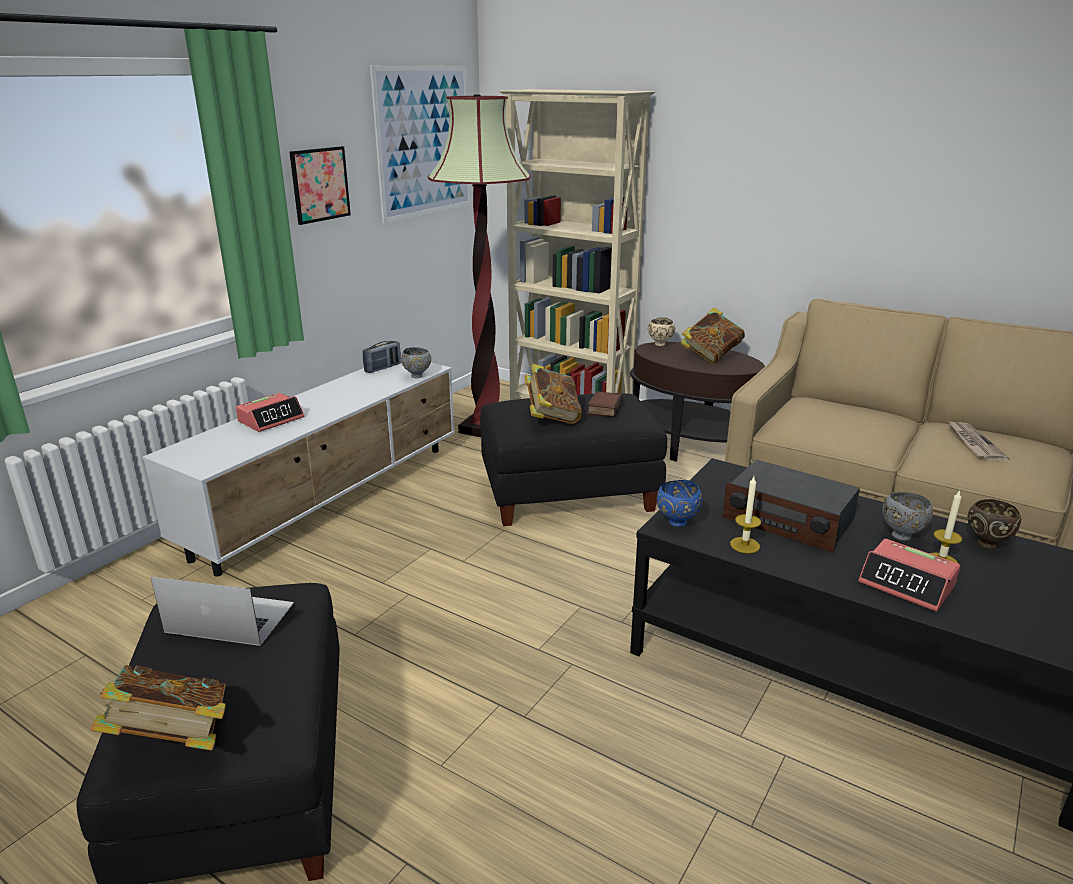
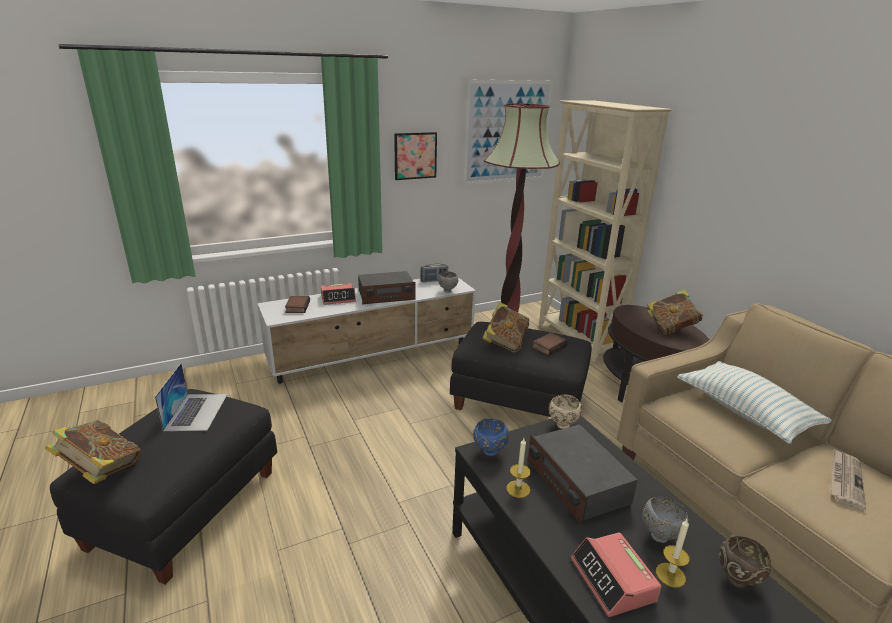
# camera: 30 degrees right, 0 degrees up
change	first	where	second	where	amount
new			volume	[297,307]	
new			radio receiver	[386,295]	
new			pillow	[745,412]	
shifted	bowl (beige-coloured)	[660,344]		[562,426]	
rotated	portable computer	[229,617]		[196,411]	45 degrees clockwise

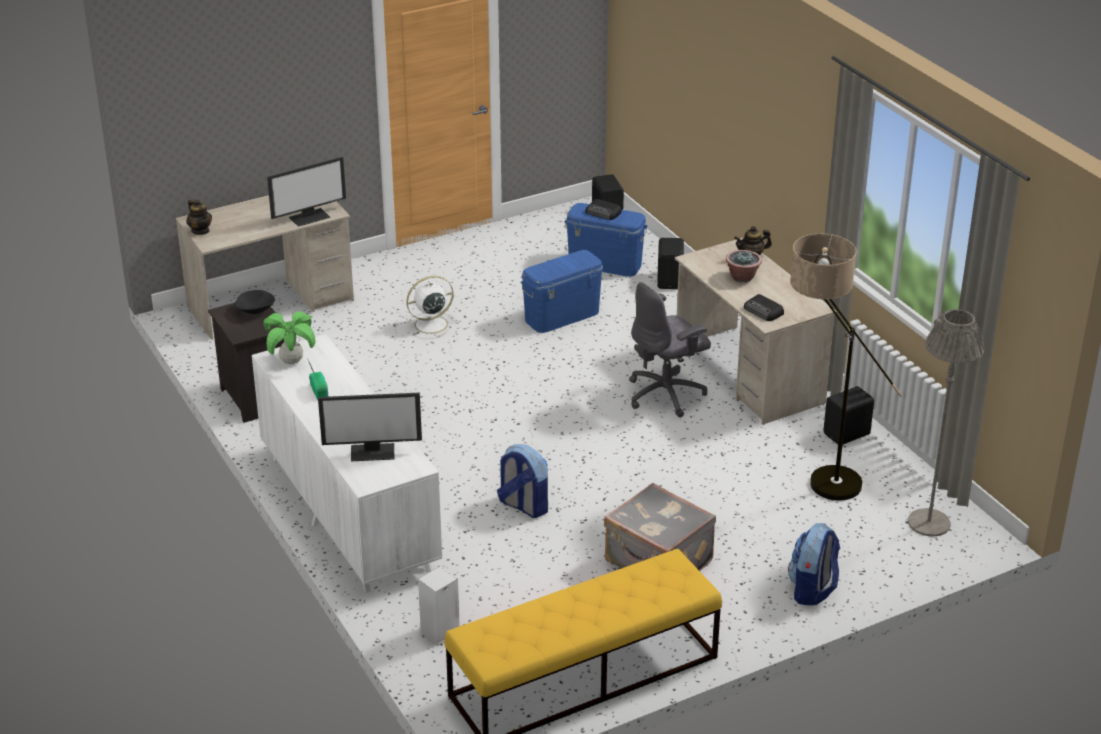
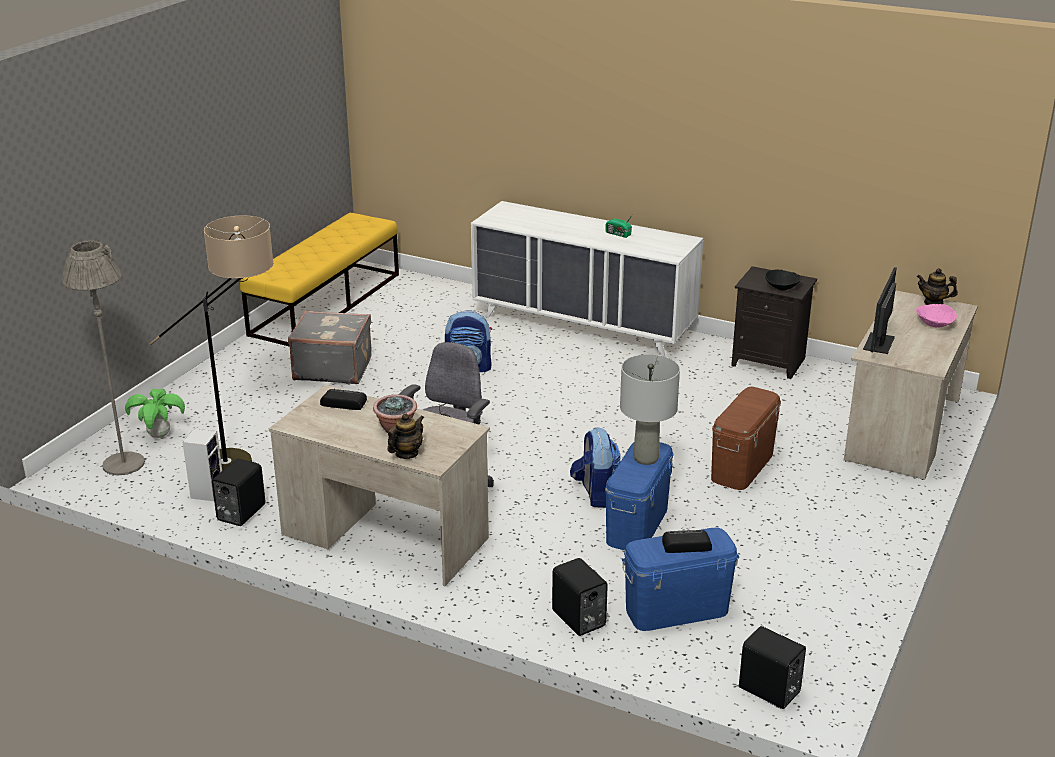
# camera: 145 degrees right, 5 degrees down
change	first	where	second	where	amount
gone	computer display	[373,451]			
new			lamp for a table (grey)	[646,458]	
new			bowl (pink-coloured)	[934,324]	
shifted	potted plant	[291,361]		[159,435]	
shifted	loudspeaker	[439,633]		[207,491]	
shifted	knapsack	[812,590]		[596,494]	
swapped	electric fan (whitish)	[429,325]	storage container (brownish)	[742,466]	

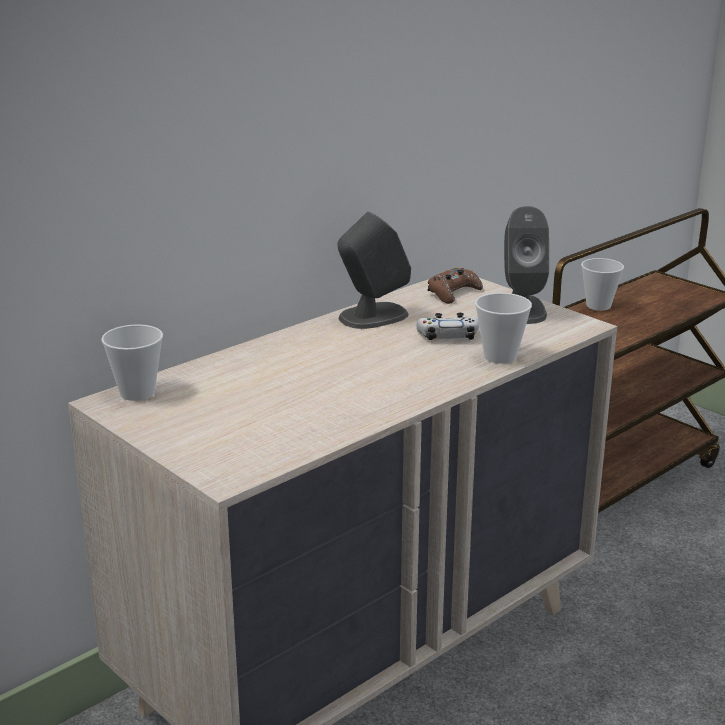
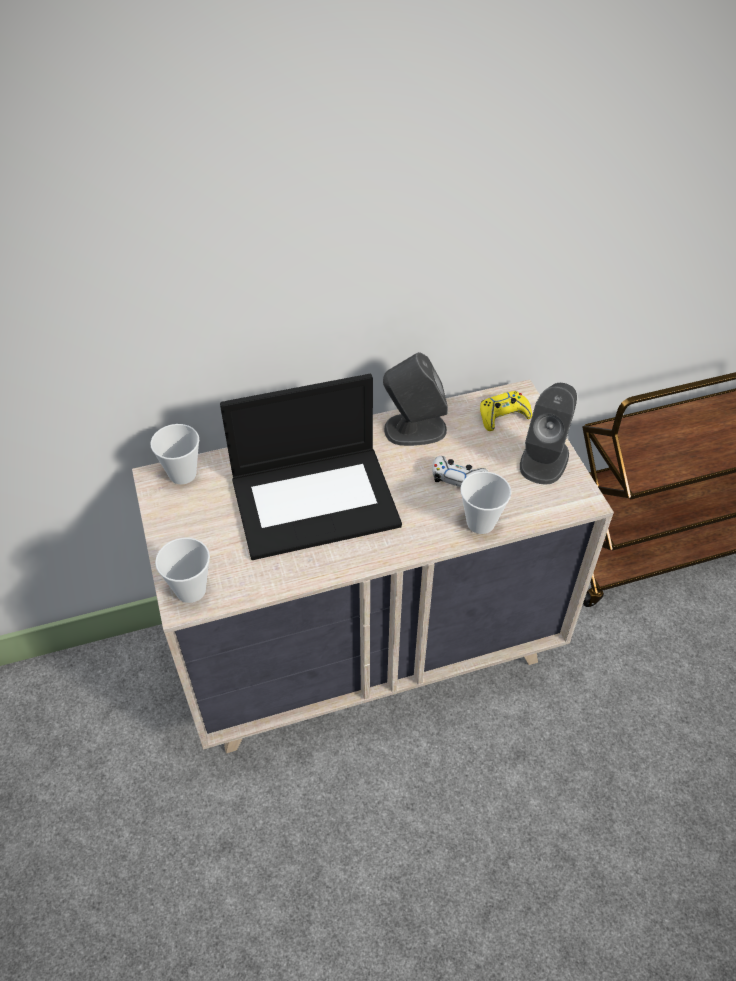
# camera: 25 degrees right, 25 degrees up
change	first	where	second	where	amount
new			portable computer	[316,500]	
shifted	small cup	[598,306]		[191,590]	
repainted	joypad (brownish)	[453,293]	joypad (yellowish)	[503,415]	

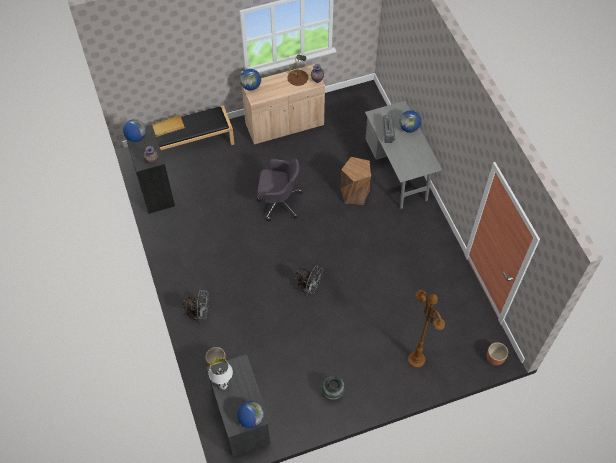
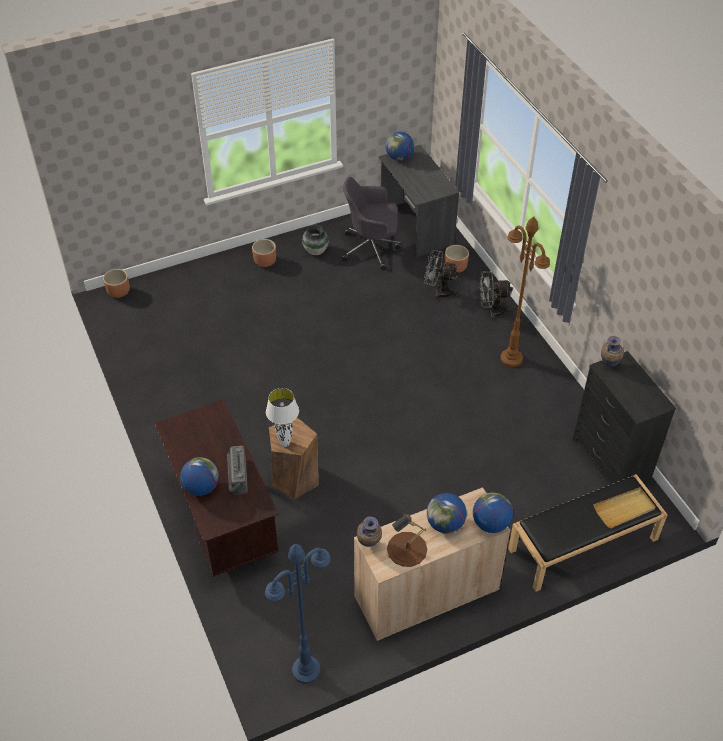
# camera: 175 degrees right, 10 degrees down
change	first	where	second	where	amount
new			plant pot (brownish)	[265,261]	
new			standing lamp (blue-coloured)	[306,671]	
shifted	desk globe	[136,137]		[445,524]	
shifted	lamp for a table (whitish)	[223,386]		[285,444]	
shifted	office chair (grey)	[278,202]		[371,248]	
shifted	electric fan (grey)	[309,288]		[439,291]	
shifted	standing lamp (brownish)	[416,360]		[511,358]	
repainted	desk (grey)	[398,172]	desk (brownish)	[222,519]	

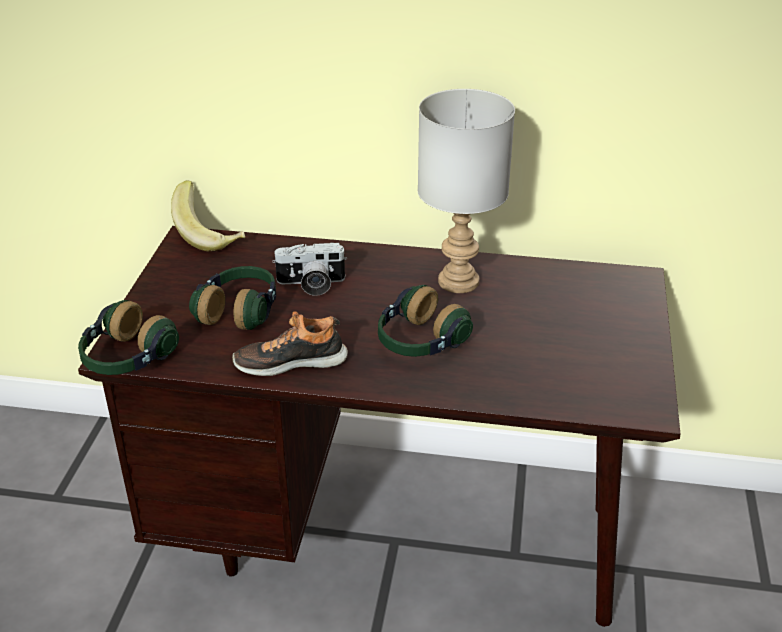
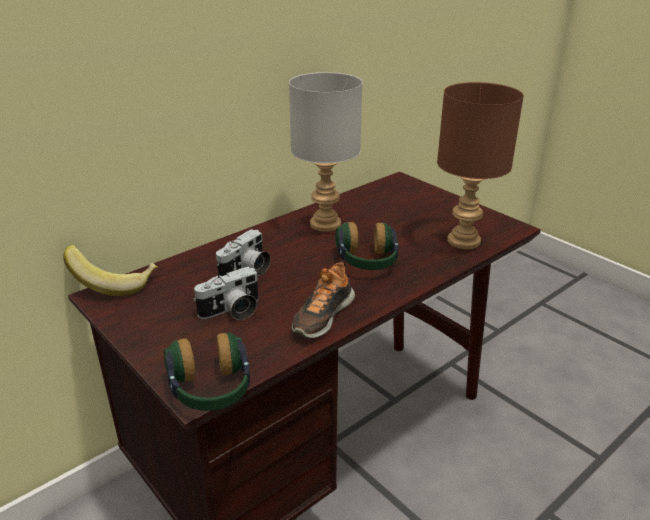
# camera: 50 degrees left, 5 degrees down
change	first	where	second	where	amount
new			lamp for a table (brownish)	[465,241]	
swapped	headphones	[240,311]	photo camera	[232,311]	

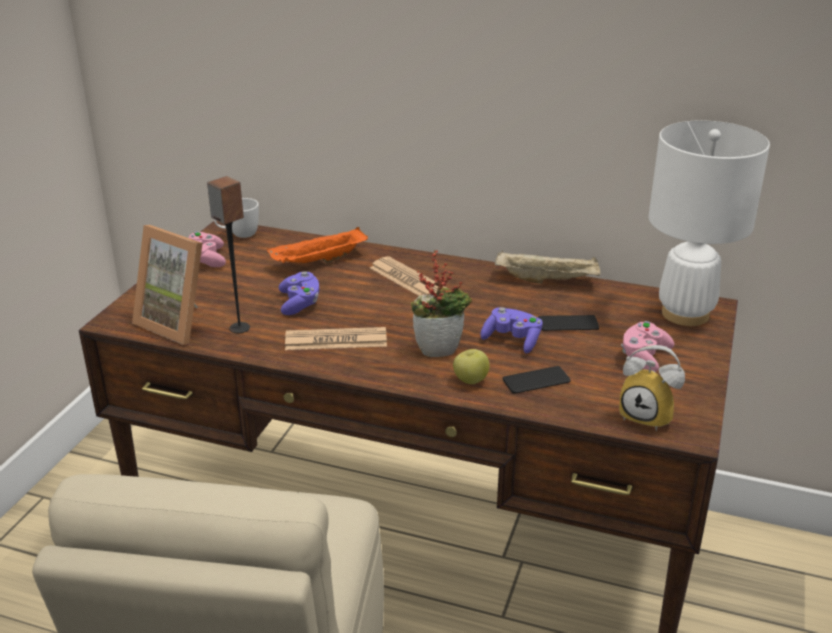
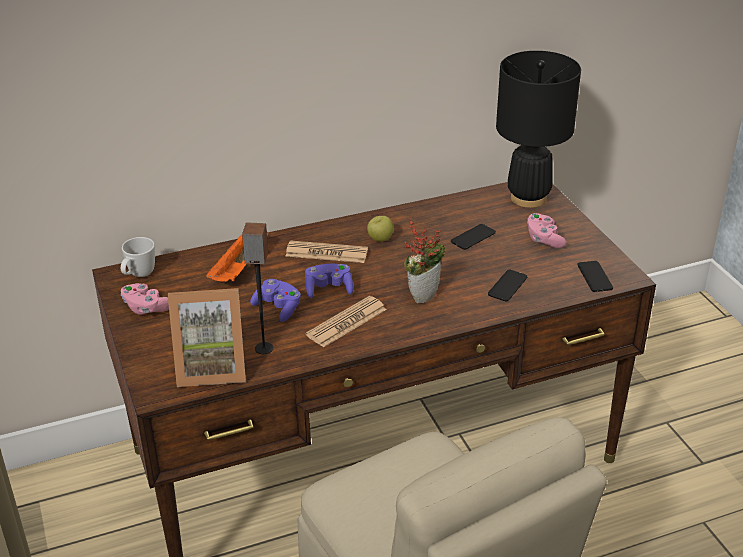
# camera: 40 degrees left, 5 degrees up
change	first	where	second	where	amount
gone	carrying tray (beige-coloured)	[548,280]			
shifted	apple fruit	[470,380]		[380,239]	
shifted	joypad (purple-coloured)	[512,340]		[329,289]	
swapped	alarm clock	[649,416]	telephone	[594,277]	
repainted	lamp for a table (whitish)	[685,314]	lamp for a table (black-coloured)	[528,198]	

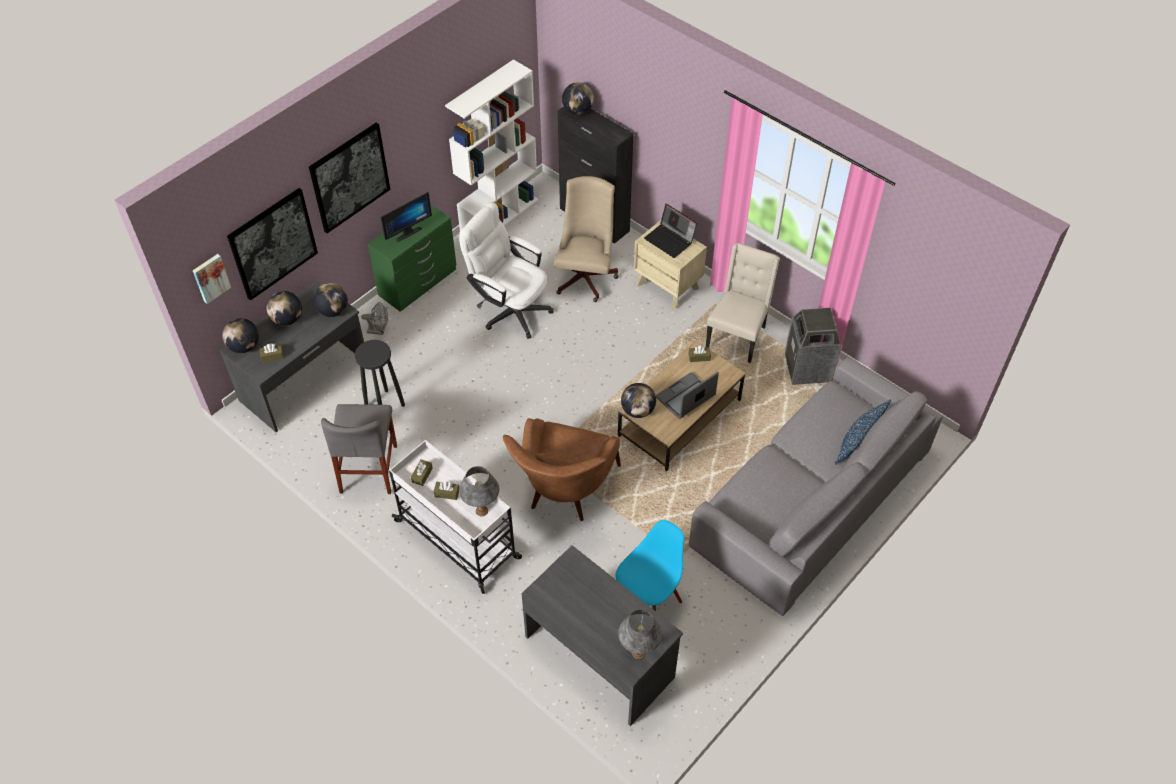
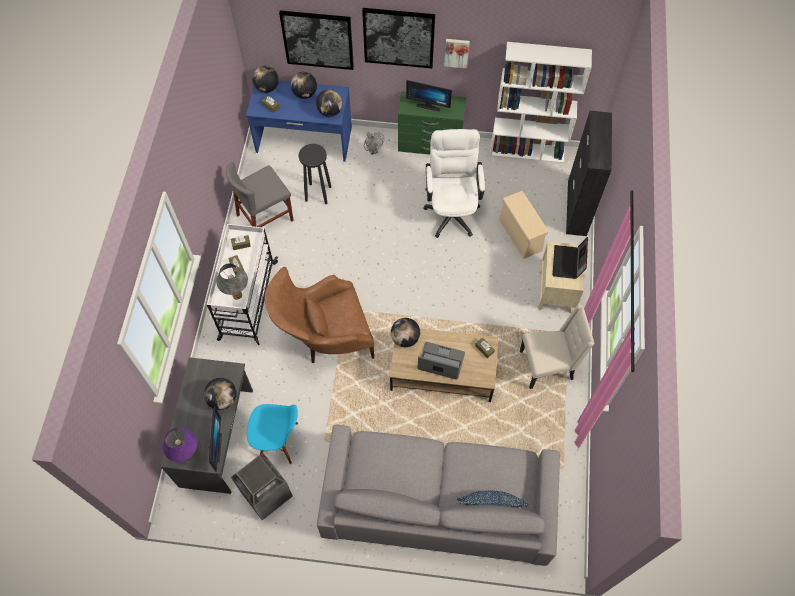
# camera: 55 degrees right, 10 degrees up
change	first	where	second	where	amount
new			computer display	[214,447]	
shifted	picture	[210,278]		[456,52]	
shifted	desk globe	[578,111]		[223,399]	
shifted	trash can	[808,369]		[266,494]	
swapped	office chair (beige-coloured)	[586,275]	storage container (beige-coloured)	[521,235]	
repainted	desk (grey)	[305,381]	desk (blue-coloured)	[304,140]	
repainted	lamp for a table (grey)	[638,652]	lamp for a table (purple-coloured)	[187,454]	

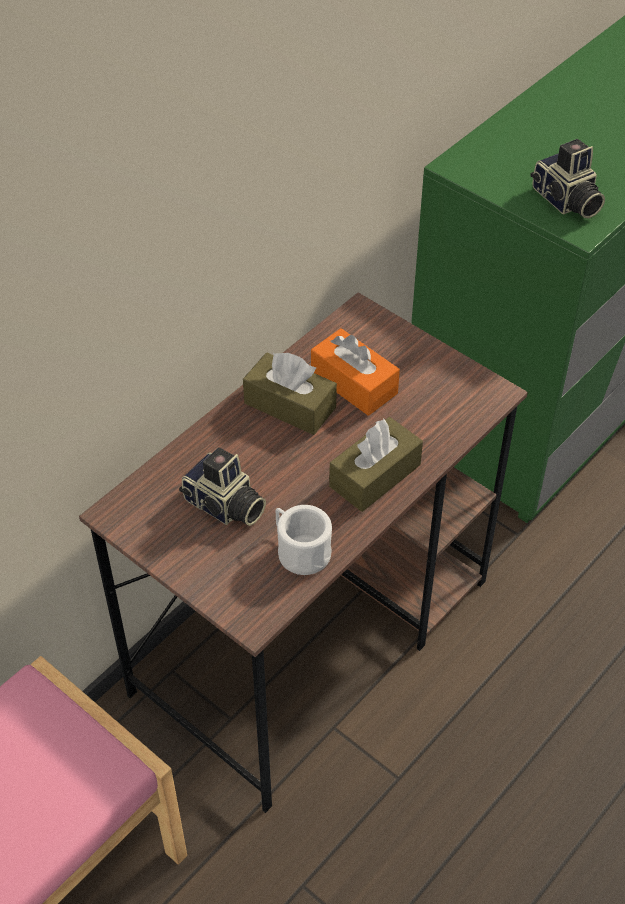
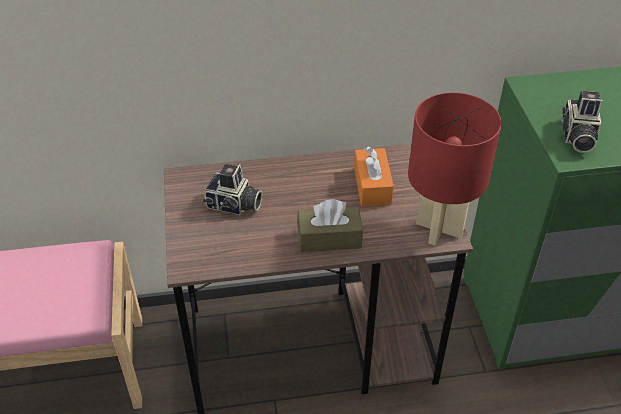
# camera: 40 degrees right, 5 degrees down
change	first	where	second	where	amount
gone	box of tissues (brownish)	[290,405]			
gone	tea mug (whitish)	[300,550]			
new			lamp for a table (reddish)	[439,228]	
rotated	photo camera	[224,506]		[234,205]	60 degrees counterclockwise

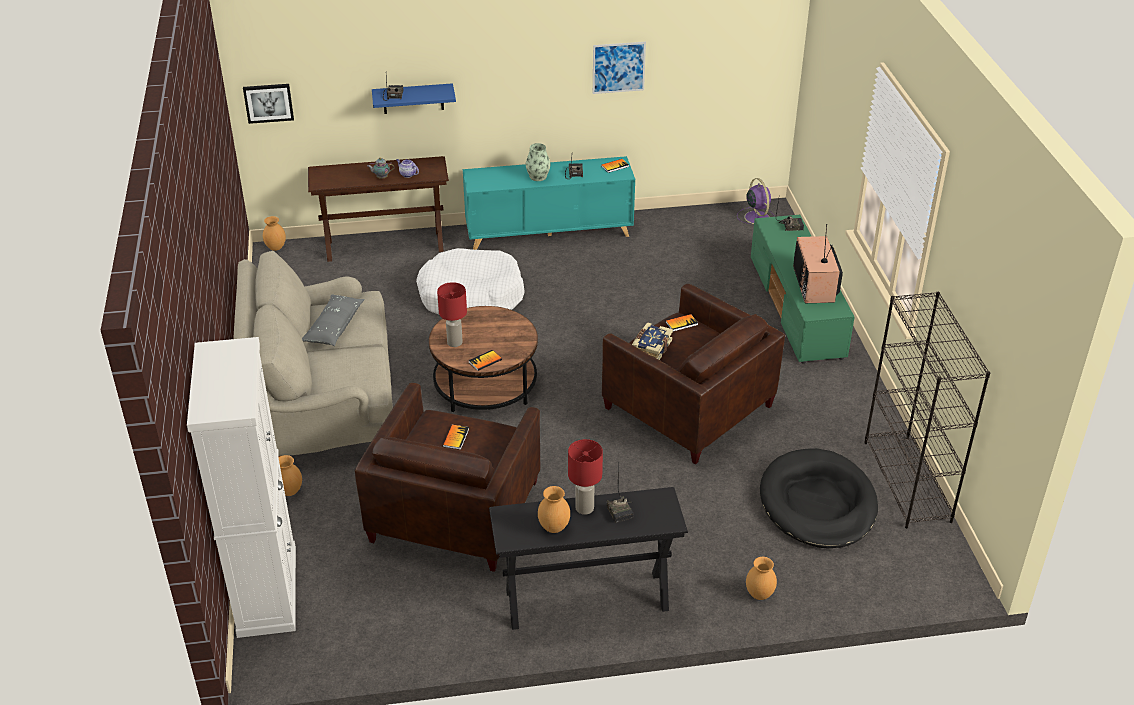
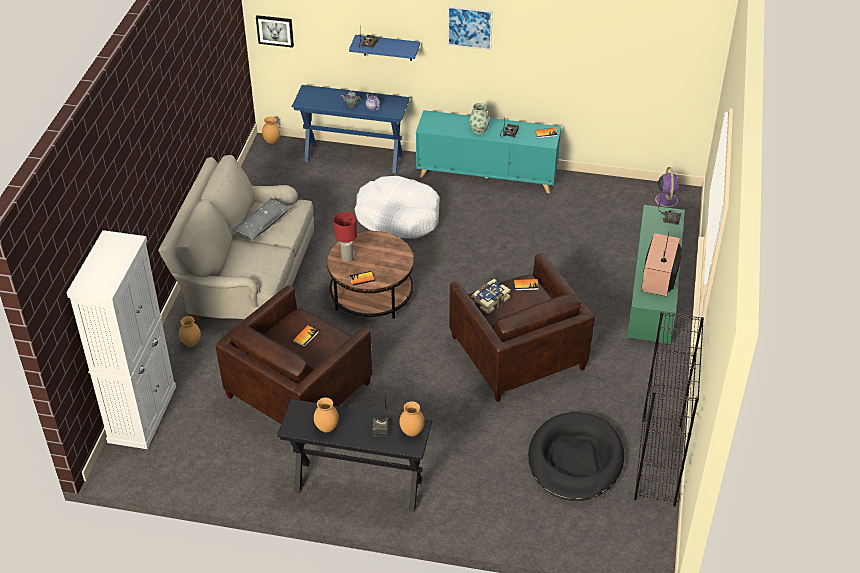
# camera: 20 degrees right, 5 degrees up
change	first	where	second	where	amount
gone	lamp for a table (reddish)	[584,508]			
shifted	picture	[618,67]		[469,28]	
shifted	vase (brownish)	[759,594]		[411,431]	
repainted	console table (brownish)	[385,246]	console table (blue-coloured)	[353,158]	

